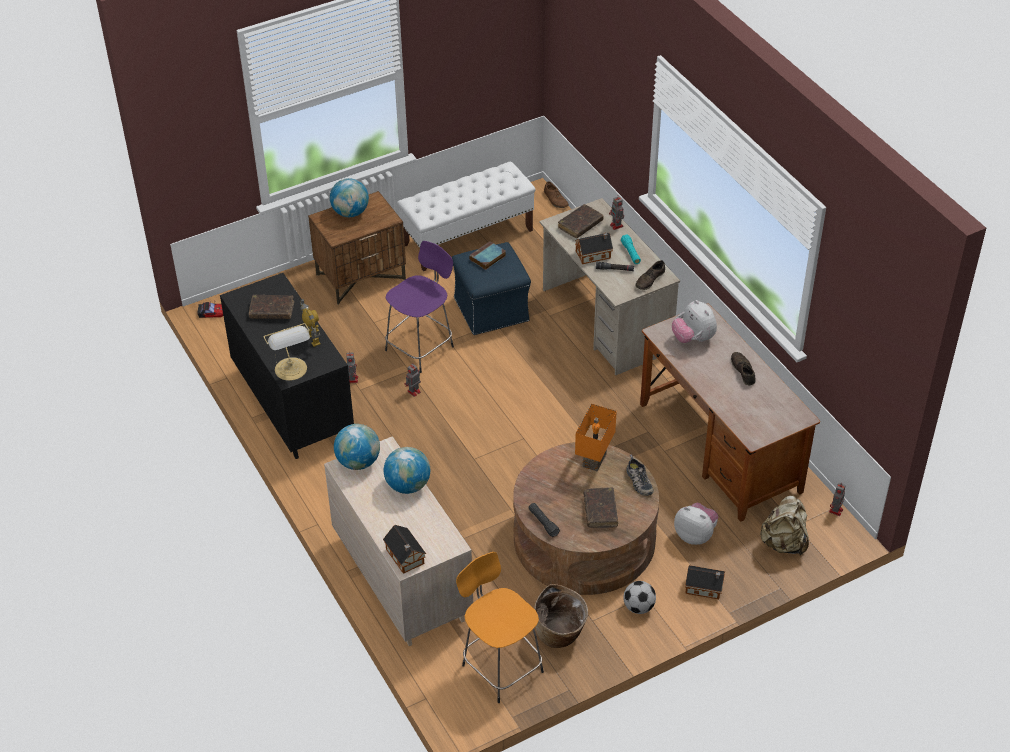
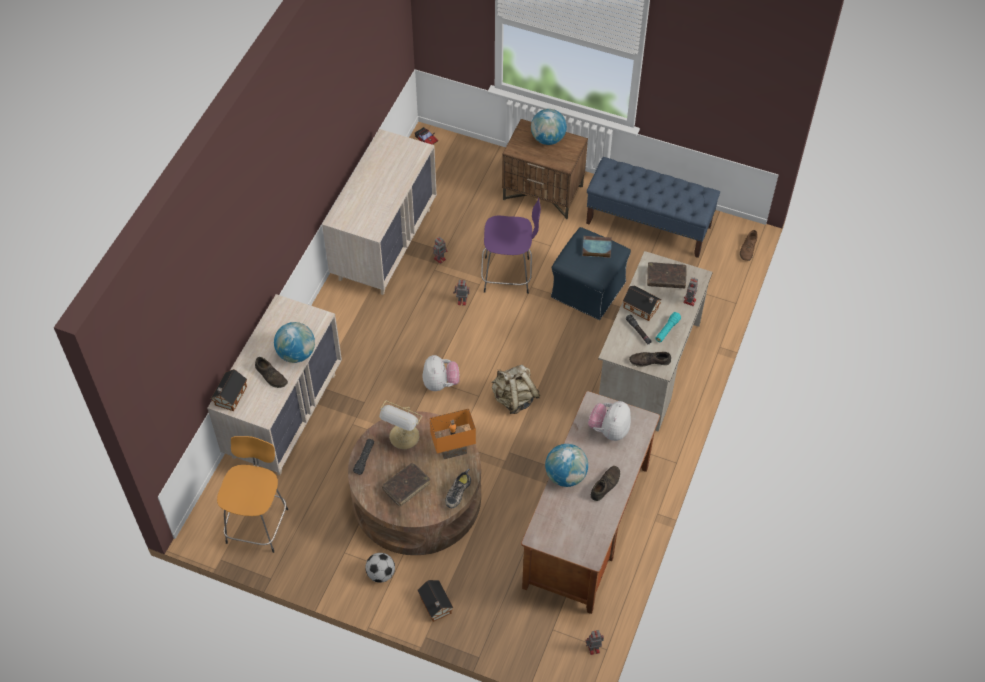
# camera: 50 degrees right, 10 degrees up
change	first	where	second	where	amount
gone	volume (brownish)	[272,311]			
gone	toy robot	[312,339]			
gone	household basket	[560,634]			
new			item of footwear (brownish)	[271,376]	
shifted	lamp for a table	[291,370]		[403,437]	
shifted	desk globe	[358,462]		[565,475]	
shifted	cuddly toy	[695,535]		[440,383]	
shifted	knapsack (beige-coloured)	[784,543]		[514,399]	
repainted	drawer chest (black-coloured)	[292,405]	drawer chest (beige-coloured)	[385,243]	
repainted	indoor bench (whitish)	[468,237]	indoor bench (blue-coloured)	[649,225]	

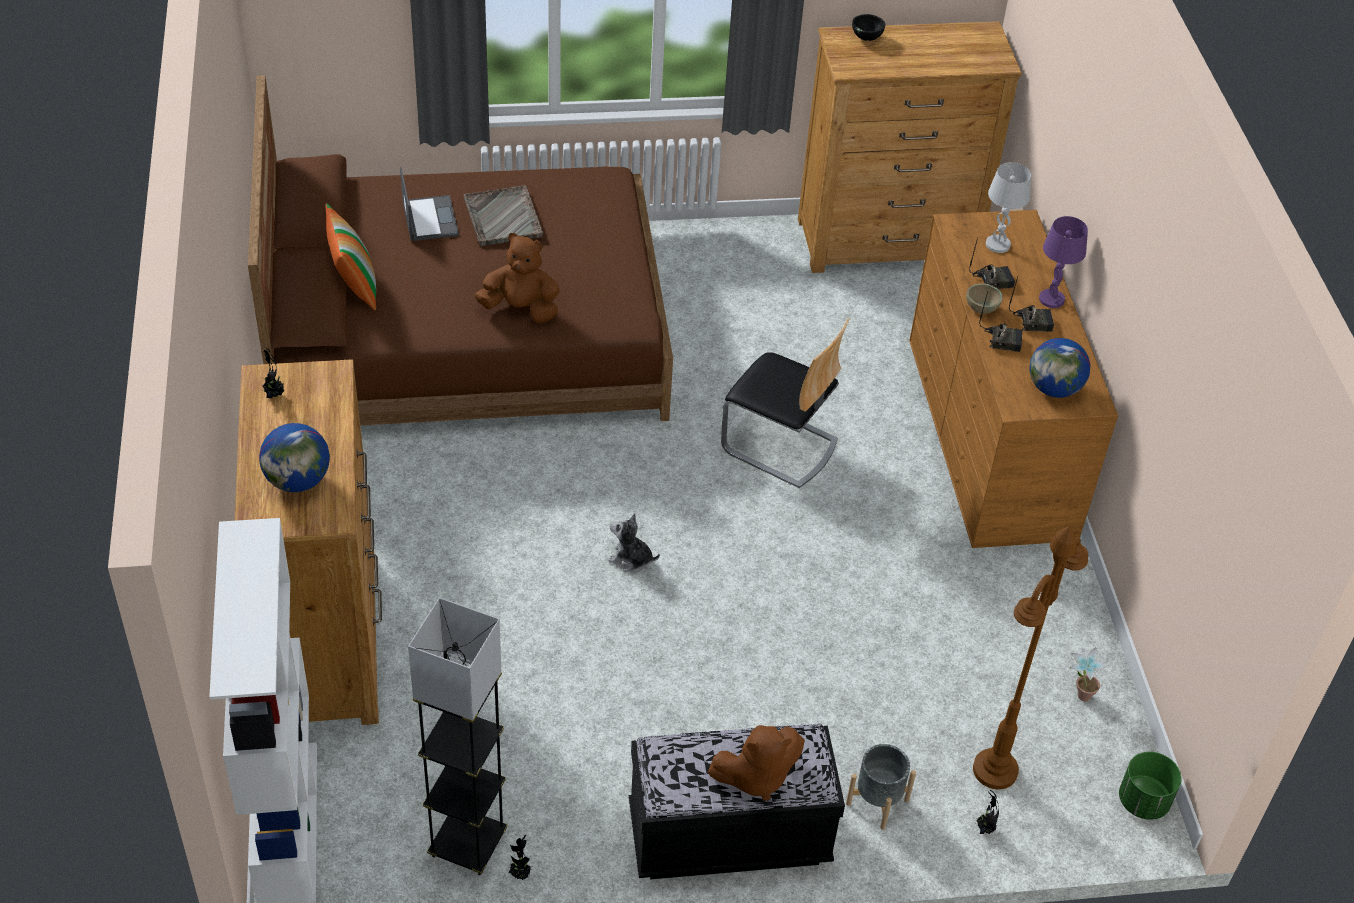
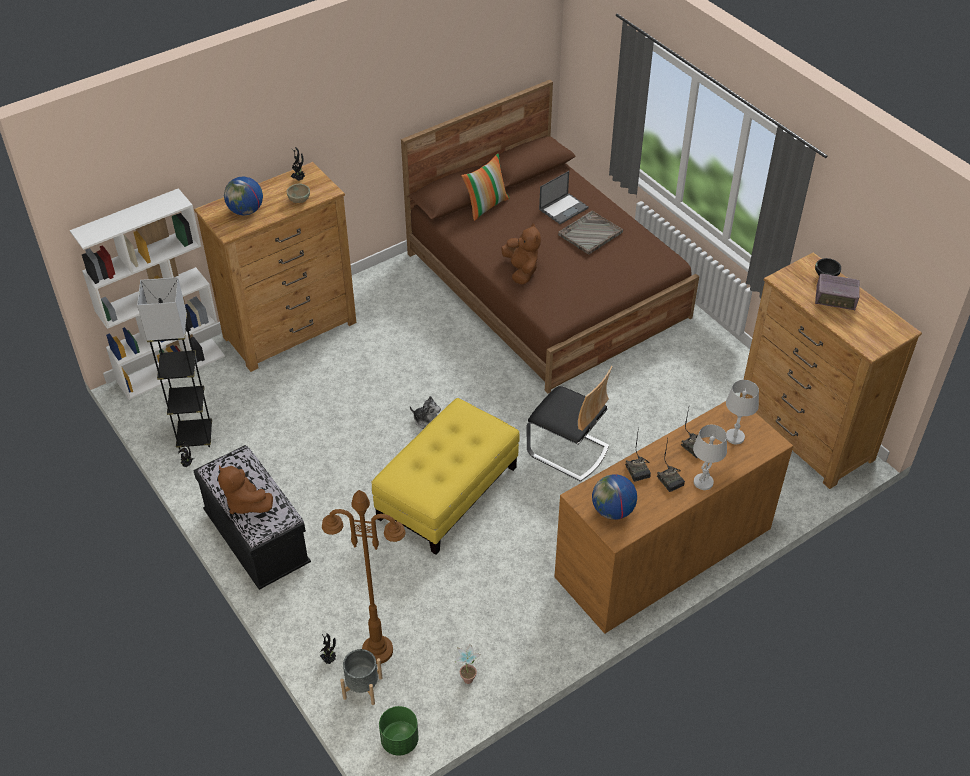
# camera: 65 degrees right, 0 degrees up
change	first	where	second	where	amount
new			pouffe (yellowish)	[448,493]	
new			radio receiver	[835,299]	
shifted	plant pot (grey)	[877,801]		[363,687]	
shifted	bowl (beige-coloured)	[981,309]		[299,201]	
repainted	lamp for a table (purple-coloured)	[1051,299]	lamp for a table (whitish)	[703,482]	
rotated	cuddly toy	[631,559]		[427,421]	120 degrees clockwise
rotated	plain chair	[779,446]		[568,450]	60 degrees counterclockwise

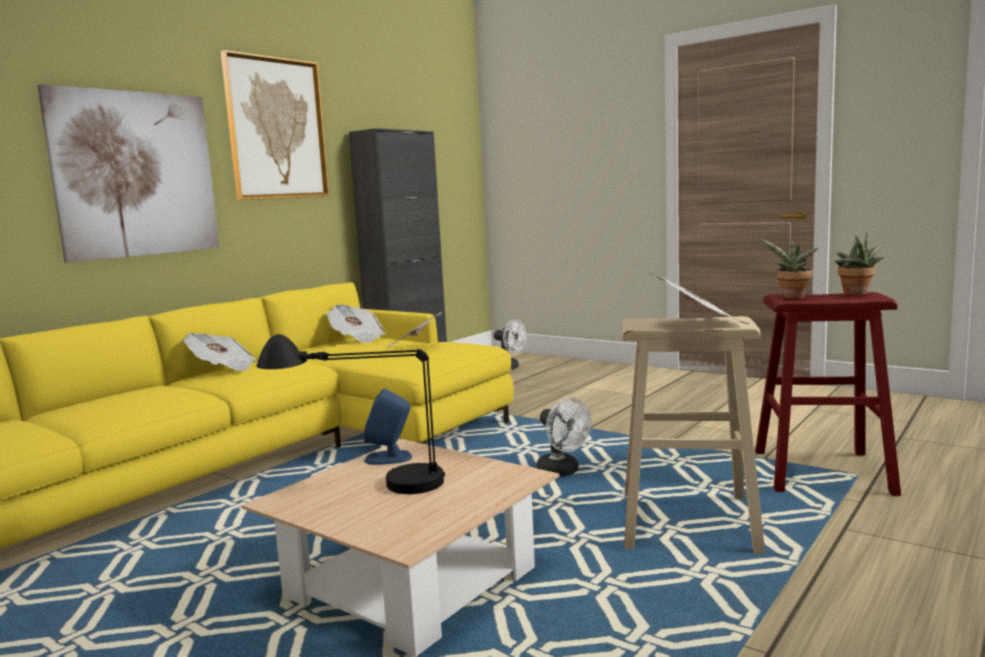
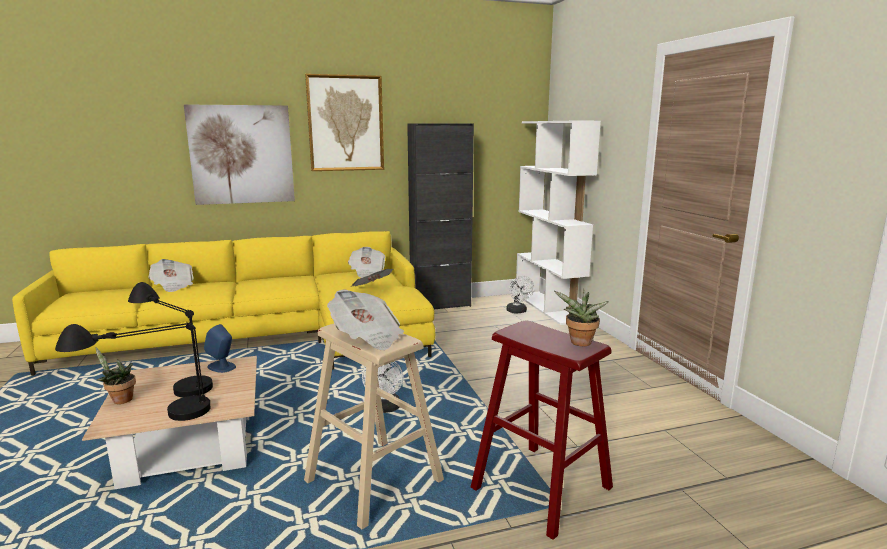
# camera: 35 degrees right, 5 degrees up
change	first	where	second	where	amount
new			lamp for a table (black-coloured)	[150,419]	
new			shelving unit (whitish)	[549,307]	
shifted	printed paper	[223,368]		[173,286]	
shifted	potted plant	[791,297]		[120,400]	

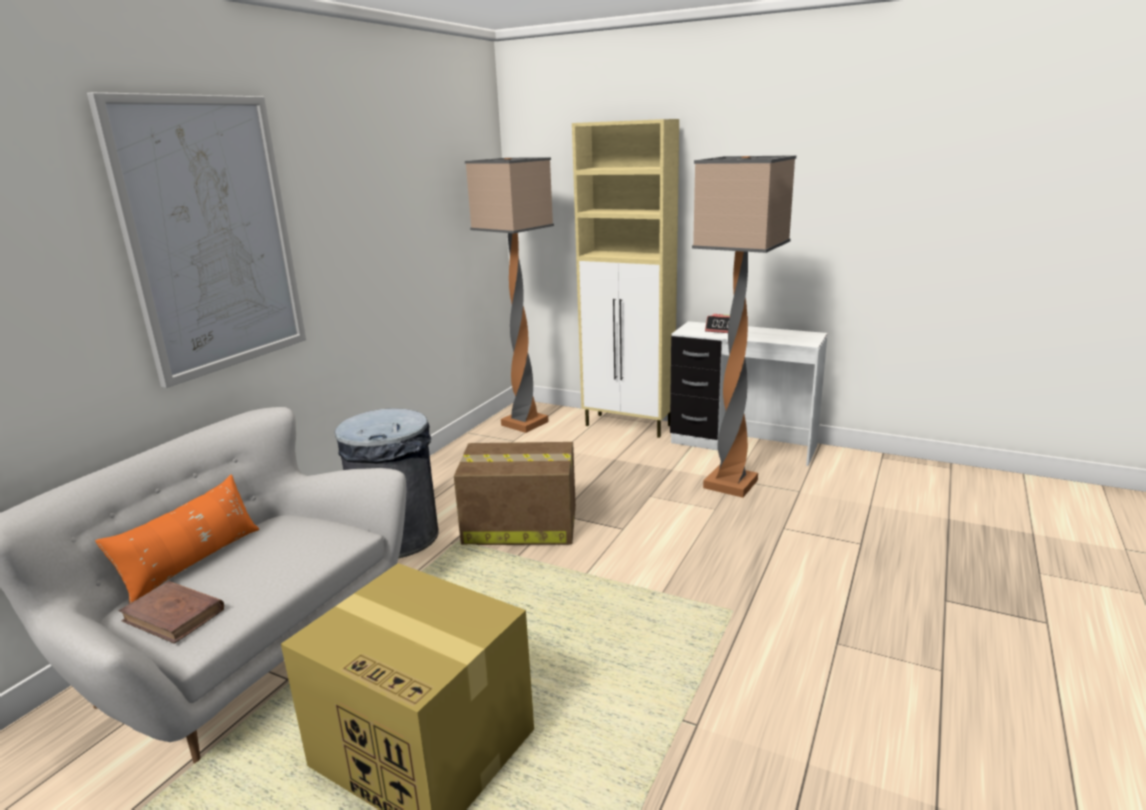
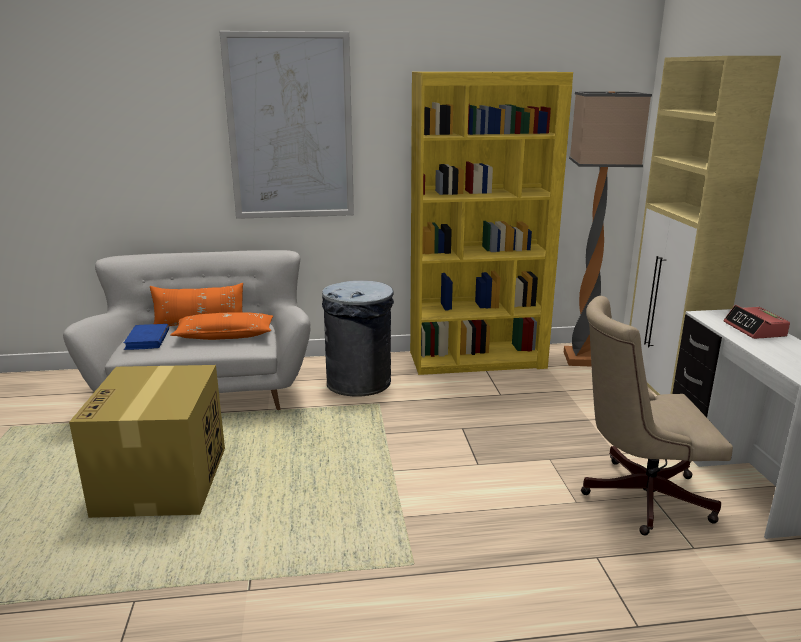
# camera: 55 degrees right, 0 degrees up
change	first	where	second	where	amount
gone	carton	[518,525]			
new			pillow (orange)	[225,335]	
new			shelving unit (yellowish)	[477,360]	
swapped	standing lamp	[728,484]	office chair (beige-coloured)	[637,495]	
repainted	volume (brownish)	[174,615]	volume (blue-coloured)	[147,340]	

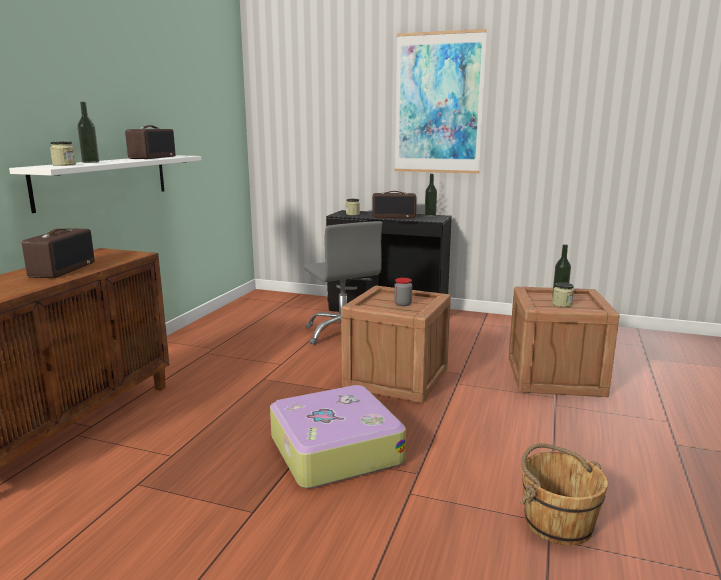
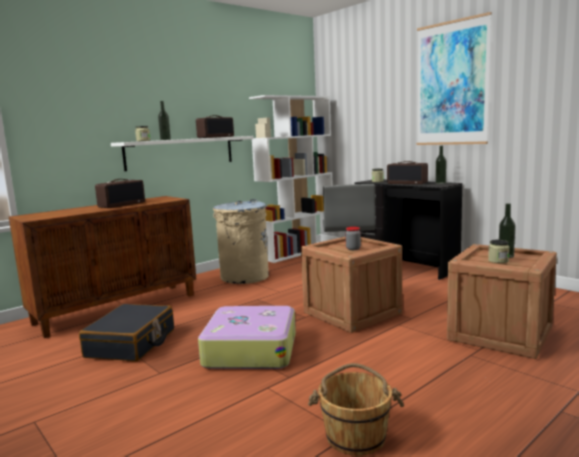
# camera: 30 degrees right, 5 degrees down
change	first	where	second	where	amount
new			piece of luggage (black-coloured)	[131,343]	
new			trash can (beige-coloured)	[244,277]	
new			shelving unit (whitish)	[298,252]	

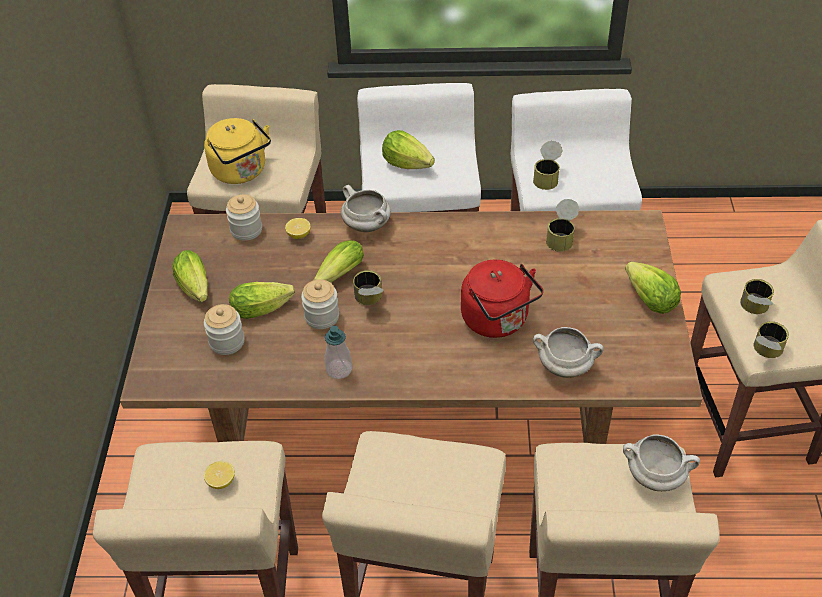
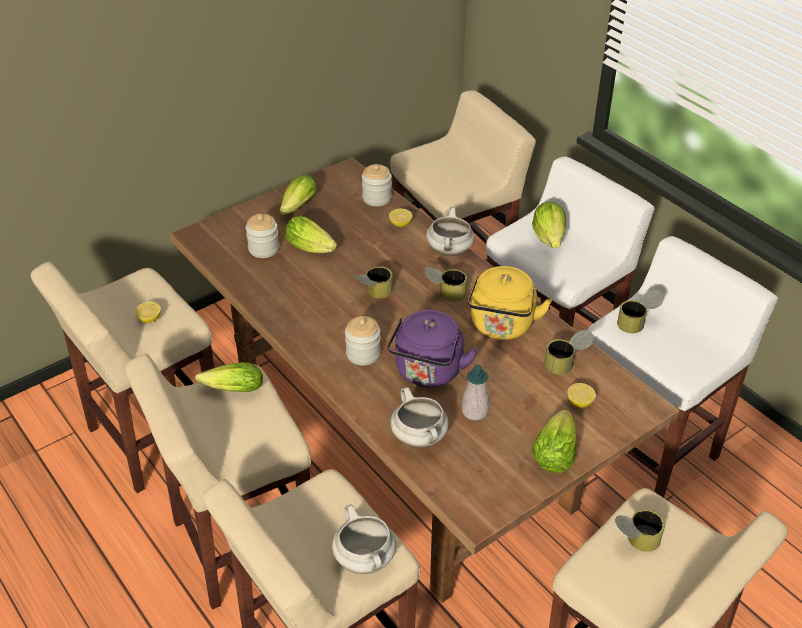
# camera: 50 degrees right, 5 degrees down
change	first	where	second	where	amount
new			lemon	[579,402]	
shifted	water kettle (yellowish)	[241,172]		[502,327]	
shifted	storage jar	[322,316]		[363,354]	
shifted	lettuce	[338,276]		[230,389]	
shifted	soap dispenser	[339,369]		[474,411]	
shifted	metal can	[765,353]		[444,293]	
repainted	water kettle (reddish)	[498,321]	water kettle (purple-coloured)	[428,373]	

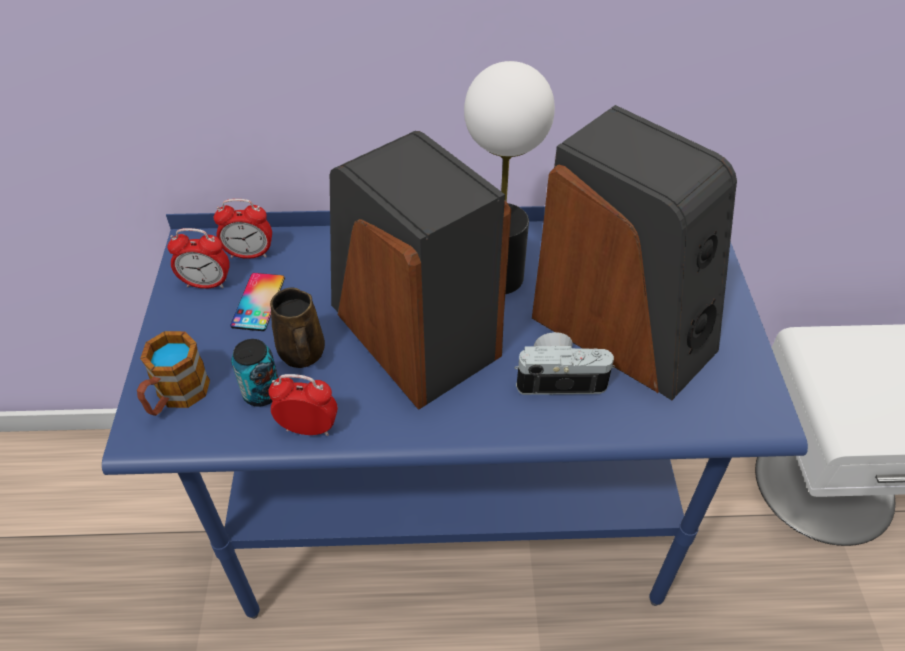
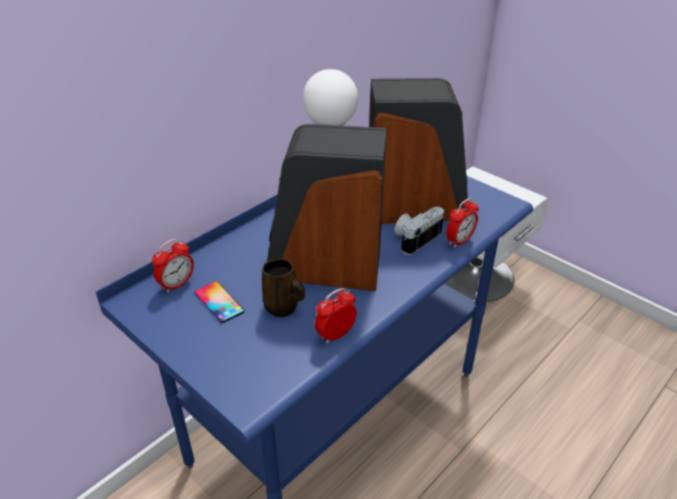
# camera: 45 degrees left, 10 degrees down
change	first	where	second	where	amount
gone	tea mug	[176,396]			
gone	metal can	[262,393]			
shifted	alarm clock	[207,283]		[459,241]	

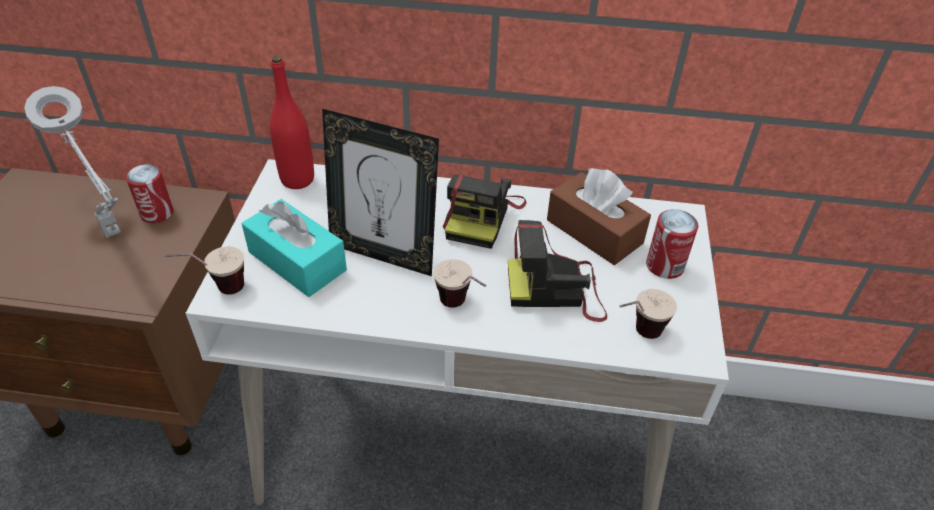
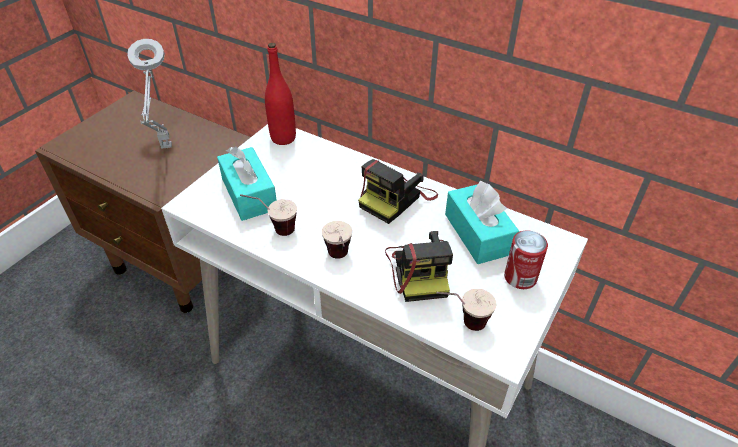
# camera: 25 degrees right, 0 degrees up
change	first	where	second	where	amount
gone	metal can	[157,213]			
gone	standing frame	[383,254]			
shifted	small cup	[215,290]		[273,229]	
repainted	box of tissues (brownish)	[594,231]	box of tissues (blue-green)	[478,234]	
rotated	photo camera	[557,290]		[420,269]	120 degrees counterclockwise

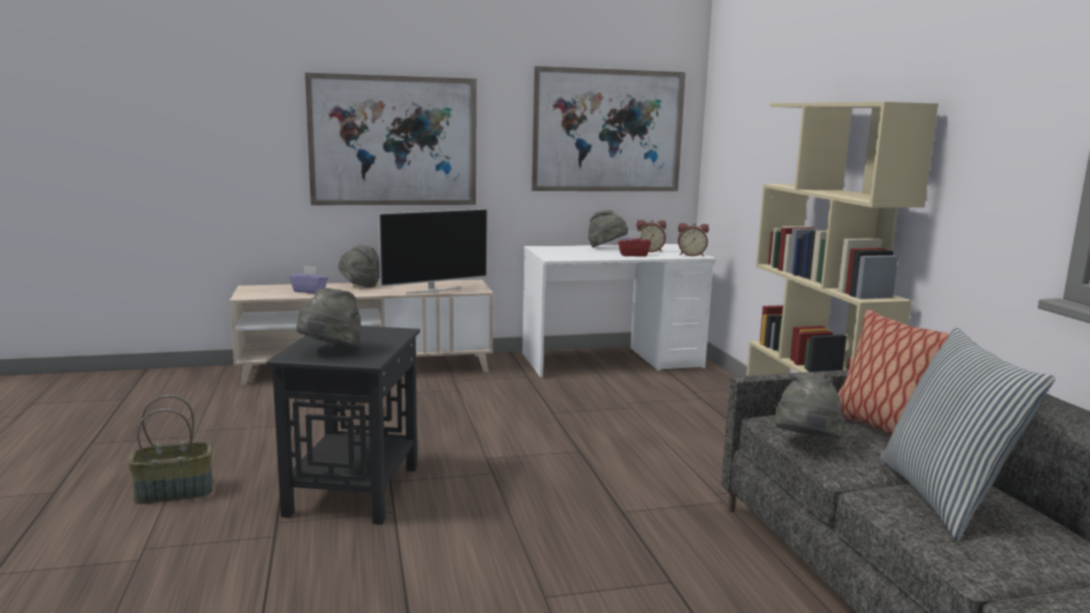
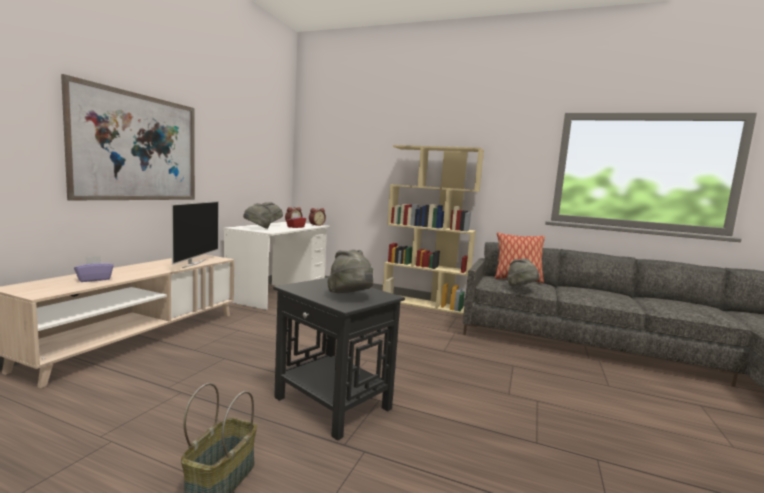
# camera: 55 degrees left, 5 degrees down
change	first	where	second	where	amount
gone	picture	[608,131]			
gone	pillow	[944,498]			
shifted	hat (grey)	[360,285]		[257,228]	

